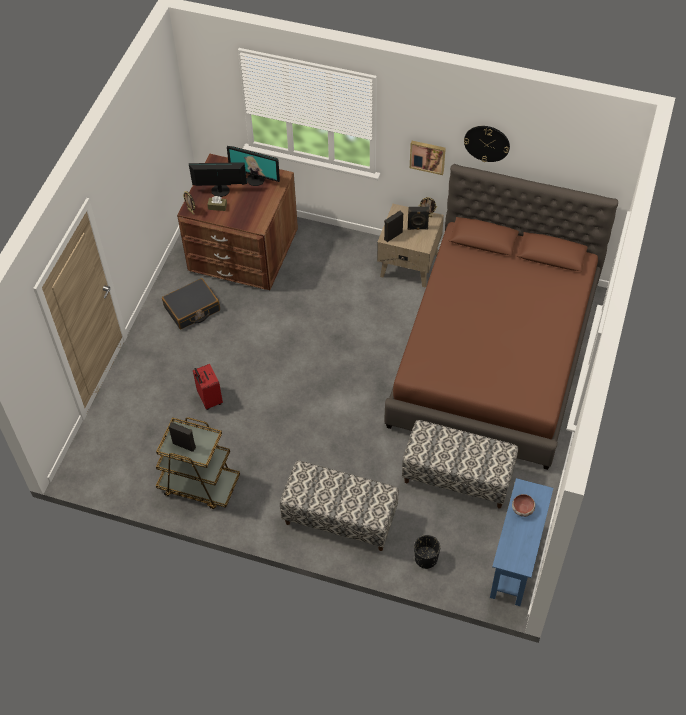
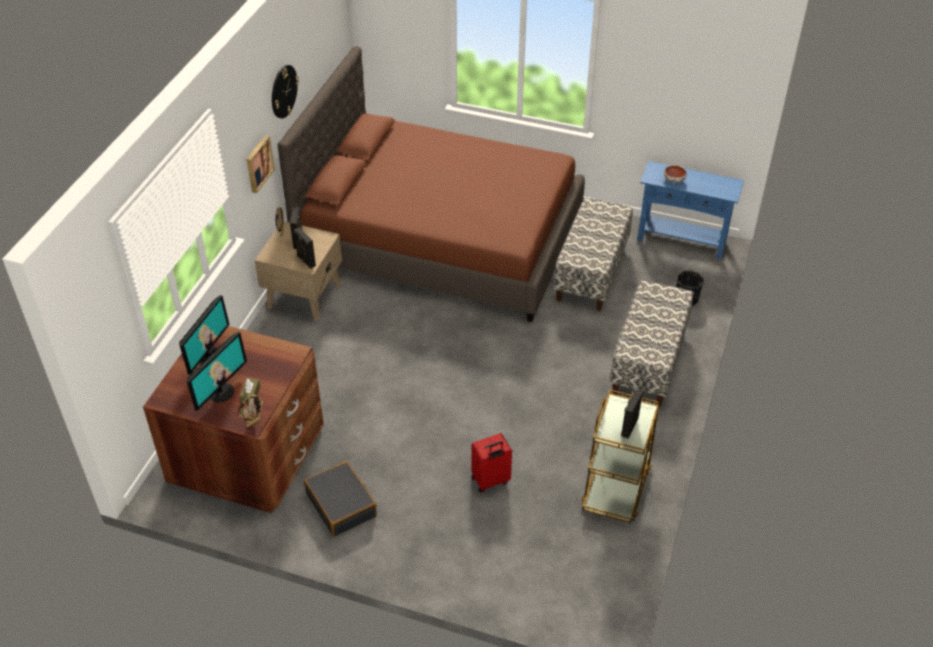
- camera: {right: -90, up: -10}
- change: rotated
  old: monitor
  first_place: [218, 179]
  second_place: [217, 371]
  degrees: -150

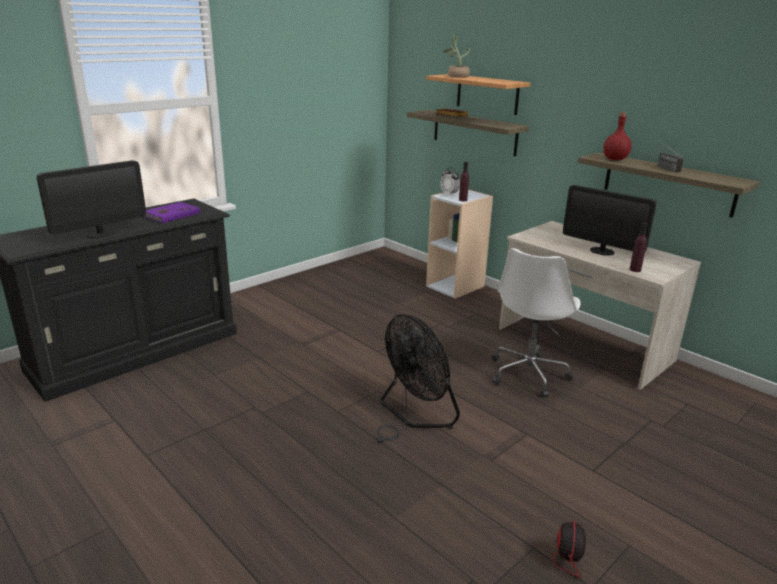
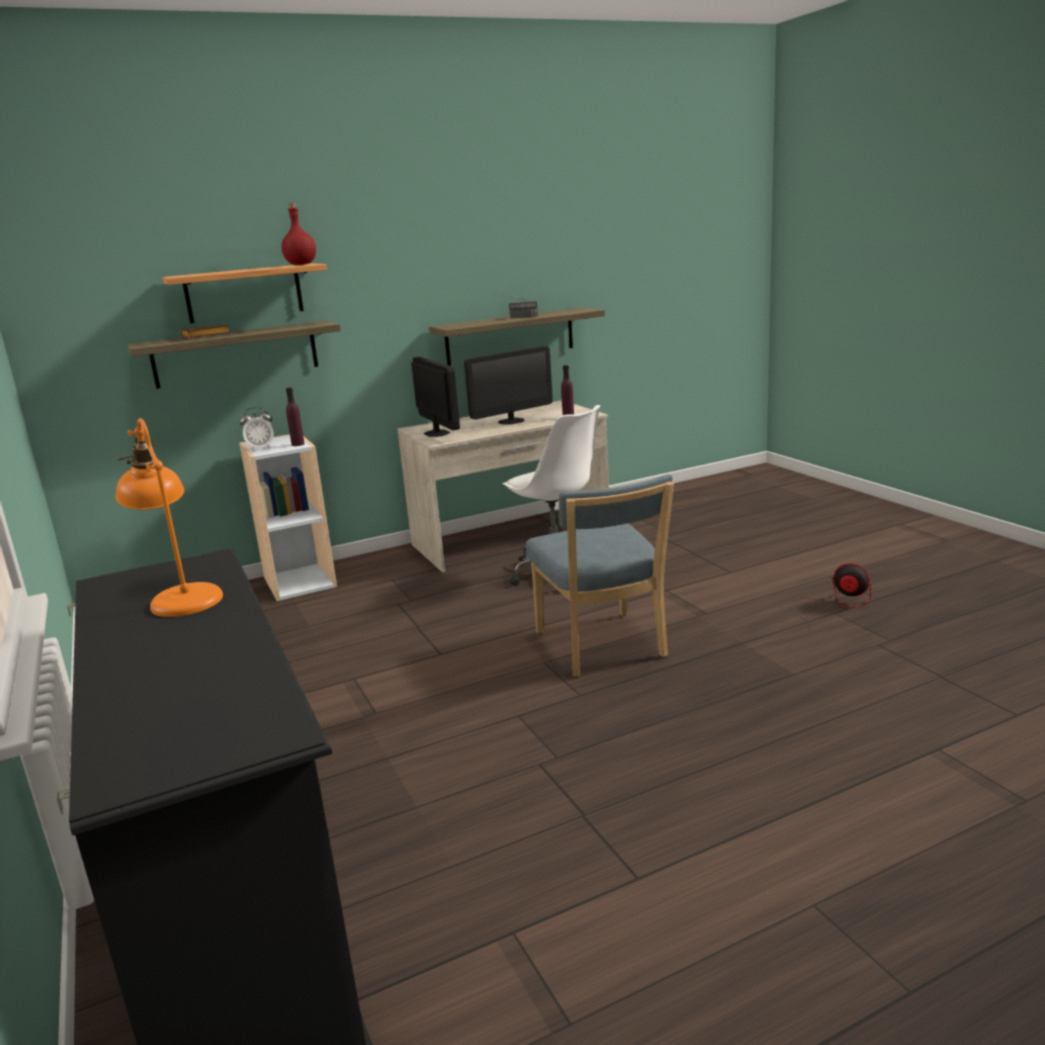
- camera: {right: -70, up: -5}
- change: swapped
  old: purple book
  new: orange table lamp
  first_place: [172, 212]
  second_place: [169, 517]
- change: shifted
  old: red bottle
  first_place: [617, 136]
  second_place: [299, 234]
- change: shifted
  old: monitor
  first_place: [91, 199]
  second_place: [435, 397]
- change: swapped
  old: black fan
  new: blue chair
  first_place: [417, 378]
  second_place: [600, 575]
- change: gone
  old: potted plant
  first_place: [457, 56]

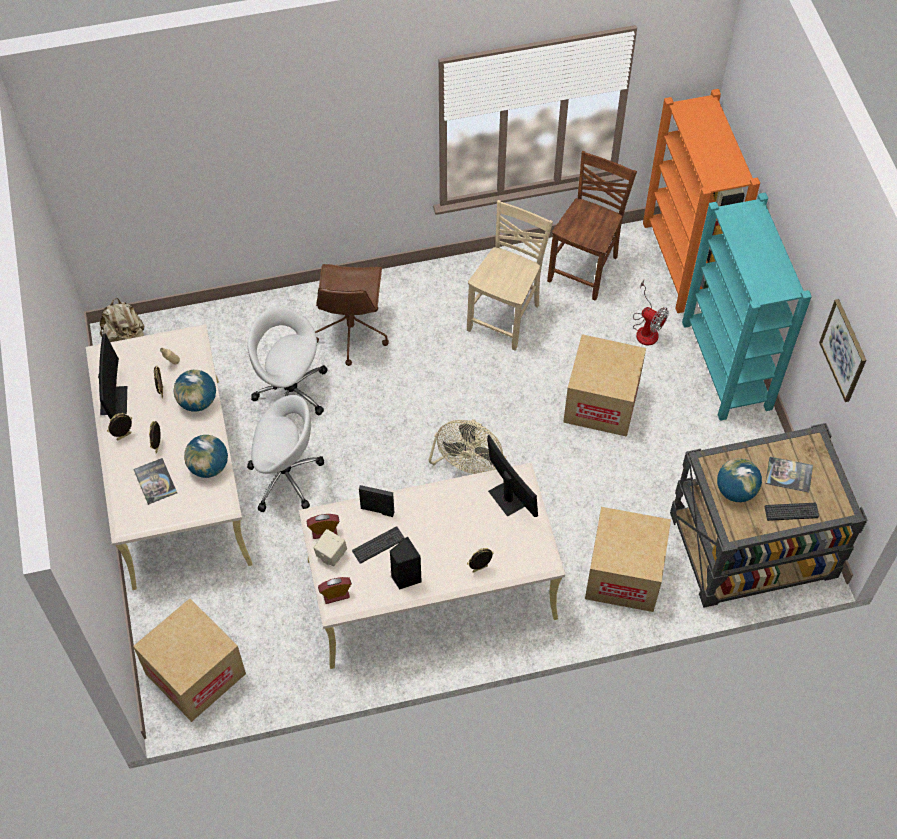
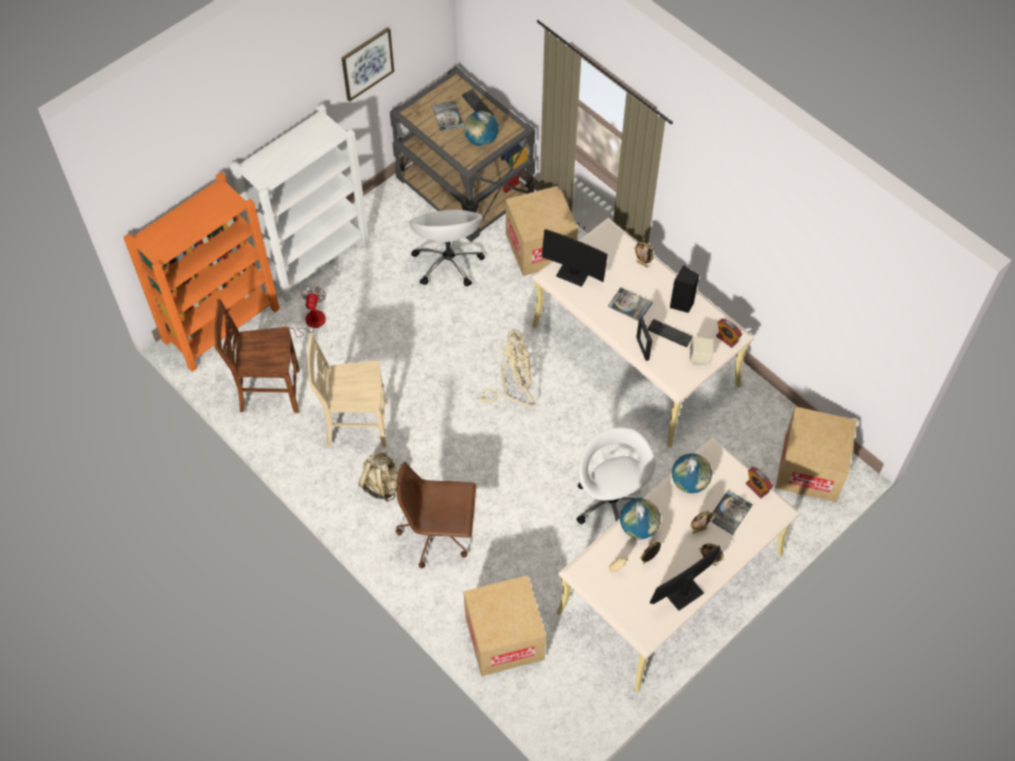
- camera: {right: -120, up: 0}
- change: repainted
  old: turquoise bookcase
  new: white bookcase
  first_place: [747, 307]
  second_place: [300, 203]
- change: shifted
  old: beige backpack
  first_place: [122, 320]
  second_place: [378, 476]
- change: rotated
  old: brown office chair
  first_place: [352, 315]
  second_place: [436, 515]
  degrees: -150
- change: shifted
  old: white office chair
  first_place: [287, 360]
  second_place: [447, 248]
- change: shifted
  old: cardboard box
  first_place: [604, 385]
  second_place: [504, 625]
- change: rotated
  old: monitor
  first_place: [512, 476]
  second_place: [575, 258]
  degrees: -90
- change: new
  new: book
  second_place: [630, 304]
- change: shifted
  old: alarm clock
  first_place: [323, 526]
  second_place: [759, 482]

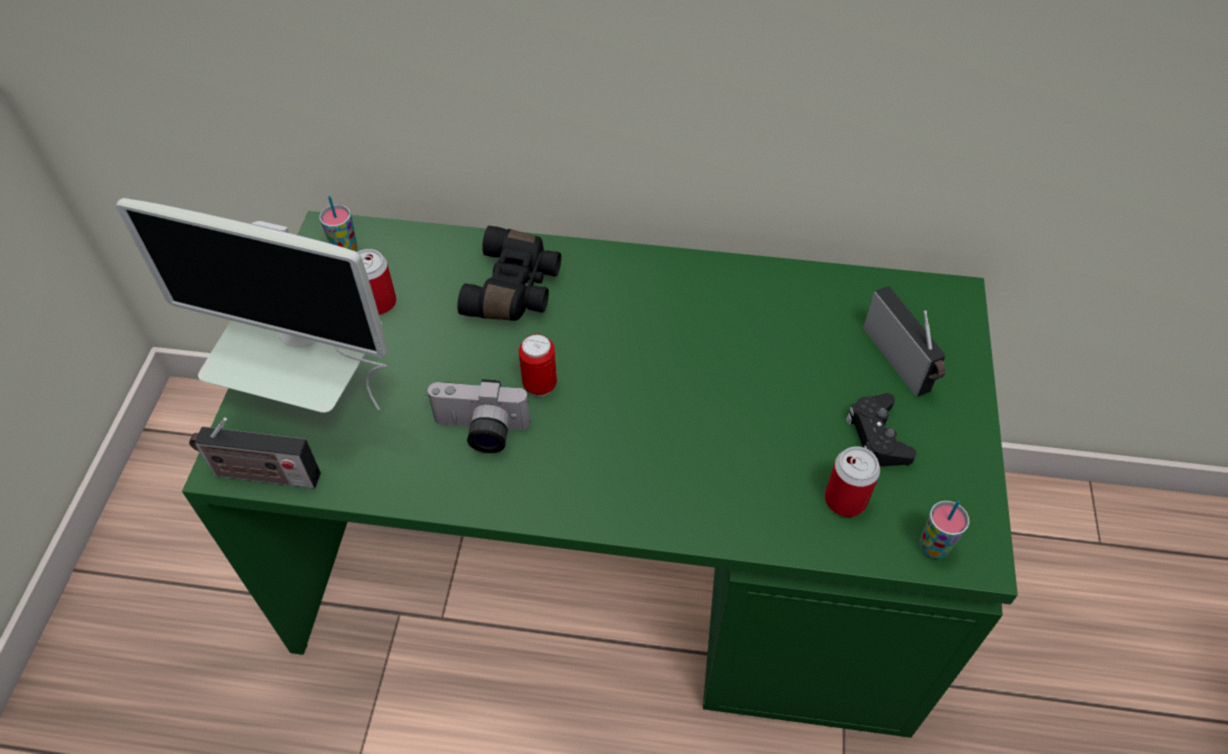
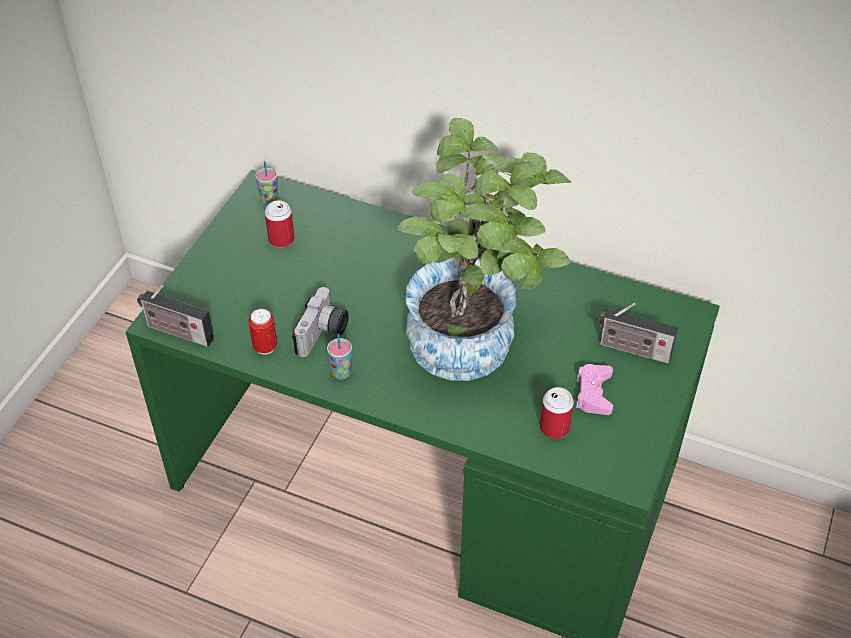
- camera: {right: 15, up: -5}
- change: shifted
  old: can
  first_place: [538, 365]
  second_place: [262, 331]
- change: rotated
  old: photo camera
  first_place: [478, 416]
  second_place: [320, 322]
  degrees: -90
- change: shifted
  old: cup
  first_place: [945, 529]
  second_place: [339, 357]
- change: new
  new: potted plant
  second_place: [484, 249]
- change: repainted
  old: black game controller
  new: pink game controller
  first_place: [881, 429]
  second_place: [594, 389]
- change: rotated
  old: radio
  first_place: [904, 341]
  second_place: [637, 333]
  degrees: 120
- change: gone
  old: monitor
  first_place: [252, 305]
- change: gone
  old: black binoculars
  first_place: [509, 273]

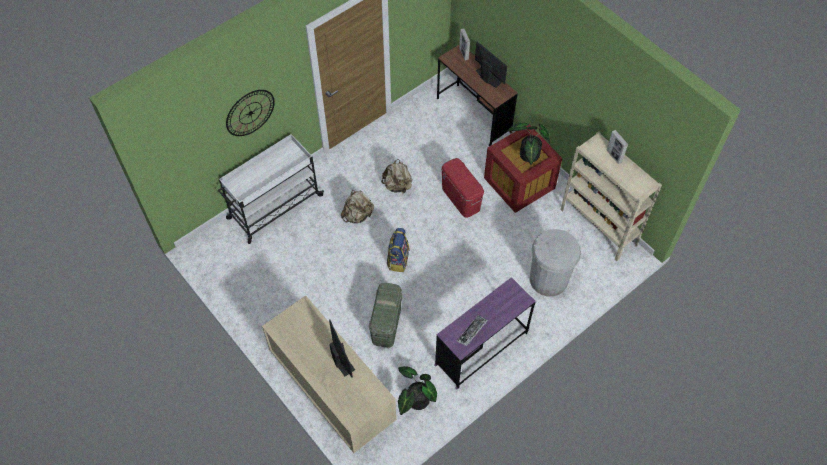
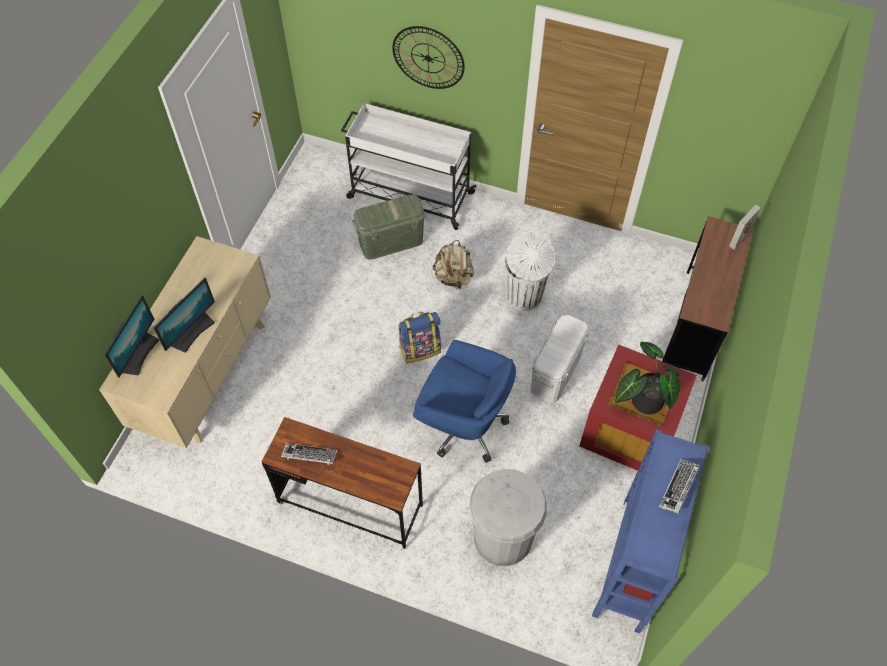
- camera: {right: 60, up: 0}
- change: shifted
  old: monitor
  first_place: [491, 64]
  second_place: [132, 336]
- change: repainted
  old: purple desk
  new: brown desk
  first_place: [484, 333]
  second_place: [342, 483]
- change: shifted
  old: green storage box
  first_place: [385, 315]
  second_place: [389, 227]
- change: new
  new: blue office chair
  second_place: [464, 401]
- change: swapped
  old: beige backpack
  new: white trash can
  first_place: [397, 176]
  second_place: [529, 271]
- change: repainted
  old: red storage box
  new: white storage box
  first_place: [462, 188]
  second_place: [560, 358]
- change: repainted
  old: beige bookcase
  new: blue bookcase
  first_place: [611, 196]
  second_place: [650, 531]
- change: swapped
  old: picture frame
  new: keyboard
  first_place: [617, 147]
  second_place: [679, 486]
- change: gone
  old: potted plant
  first_place: [417, 390]

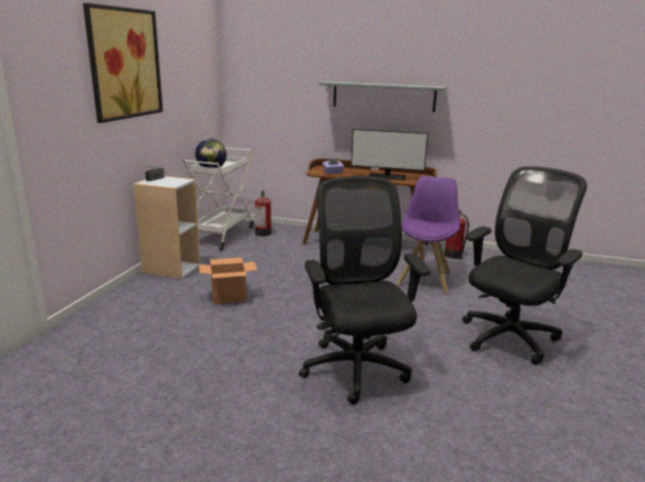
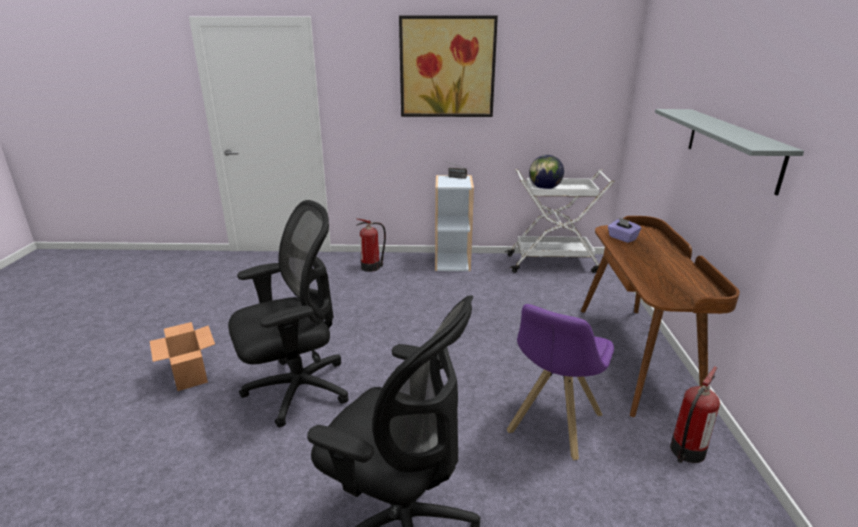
- camera: {right: 75, up: 5}
- change: shifted
  old: cardboard box
  first_place: [228, 280]
  second_place: [182, 356]
- change: shifted
  old: fire extinguisher
  first_place: [263, 213]
  second_place: [371, 245]
- change: rotated
  old: purple chair
  first_place: [428, 235]
  second_place: [560, 382]
  degrees: 120
- change: gone
  old: monitor
  first_place: [389, 154]

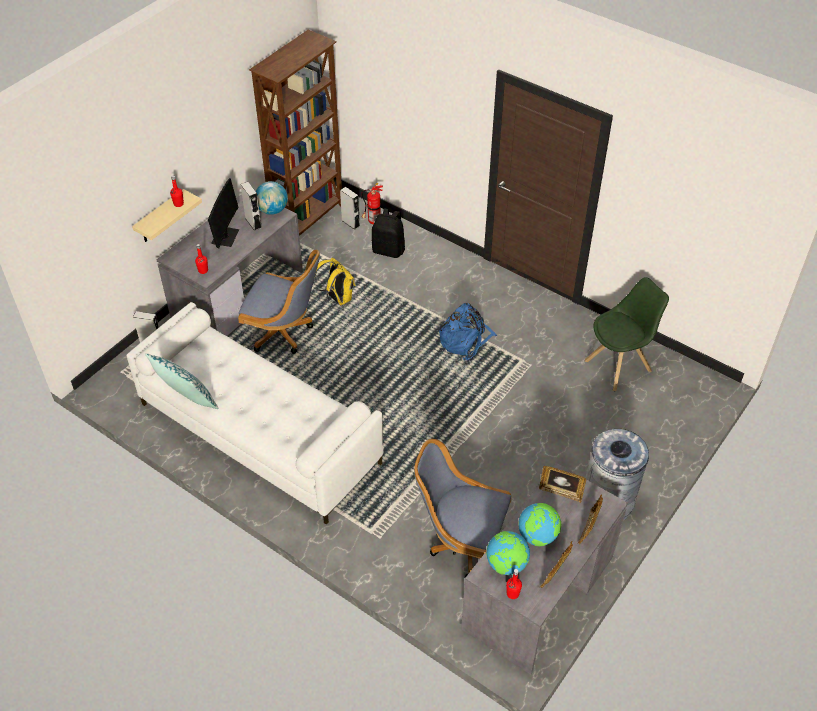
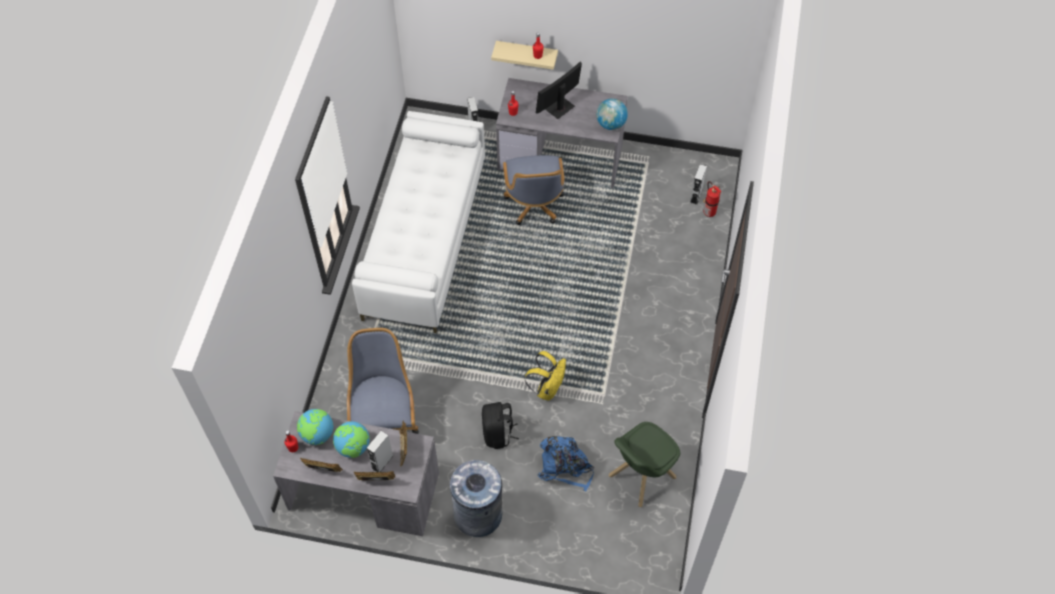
- camera: {right: 65, up: 10}
- change: shifted
  old: grey speaker
  first_place: [251, 206]
  second_place: [380, 451]
- change: shifted
  old: black backpack
  first_place: [388, 233]
  second_place: [500, 425]
- change: shifted
  old: yellow backpack
  first_place: [334, 281]
  second_place: [545, 375]
- change: rotated
  old: monitor
  first_place: [223, 213]
  second_place: [559, 90]
  degrees: 150
- change: shifted
  old: blue backpack
  first_place: [468, 332]
  second_place: [566, 463]
- change: rotated
  old: green chair
  first_place: [627, 334]
  second_place: [644, 464]
  degrees: 105
- change: gone
  old: pillow
  first_place: [182, 381]
- change: gone
  old: brown bookcase
  first_place: [295, 132]

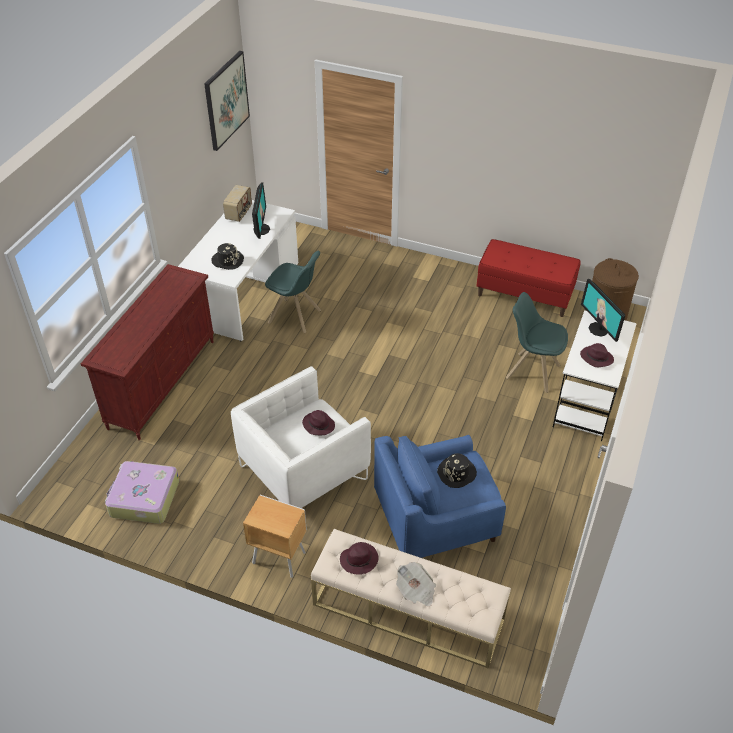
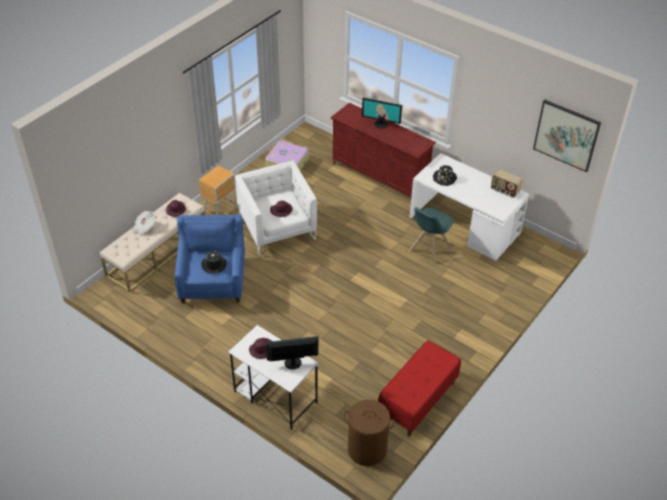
- camera: {right: 105, up: 0}
- change: shifted
  old: monitor
  first_place: [261, 210]
  second_place: [382, 113]
- change: gone
  old: turquoise chair
  first_place: [537, 342]

